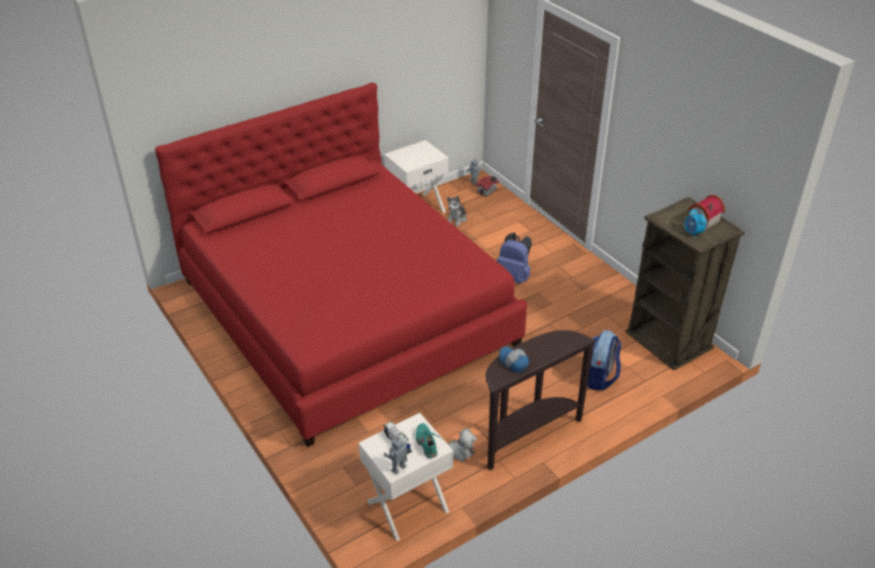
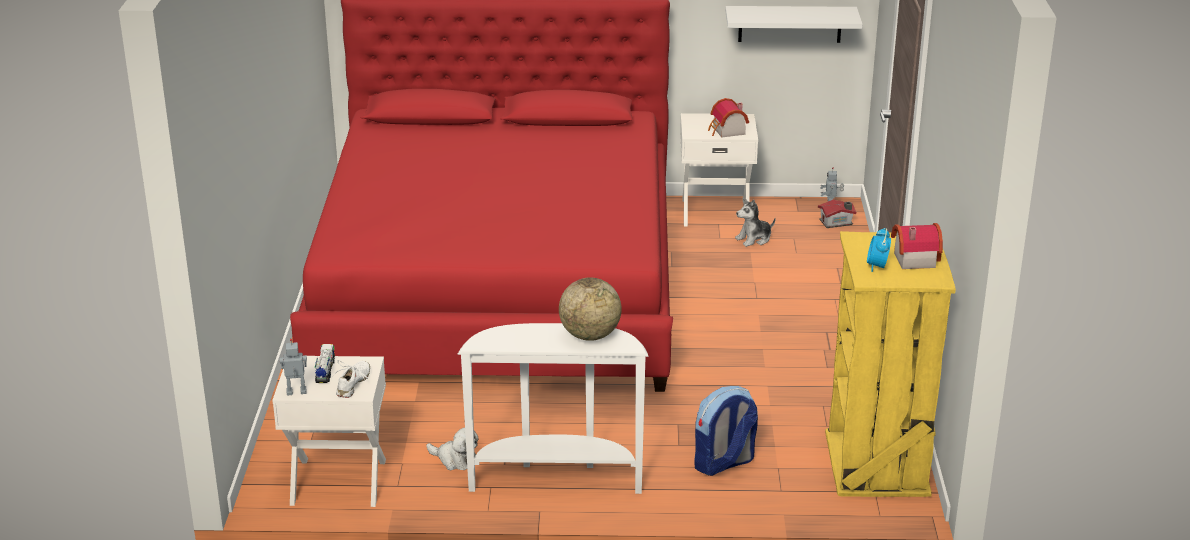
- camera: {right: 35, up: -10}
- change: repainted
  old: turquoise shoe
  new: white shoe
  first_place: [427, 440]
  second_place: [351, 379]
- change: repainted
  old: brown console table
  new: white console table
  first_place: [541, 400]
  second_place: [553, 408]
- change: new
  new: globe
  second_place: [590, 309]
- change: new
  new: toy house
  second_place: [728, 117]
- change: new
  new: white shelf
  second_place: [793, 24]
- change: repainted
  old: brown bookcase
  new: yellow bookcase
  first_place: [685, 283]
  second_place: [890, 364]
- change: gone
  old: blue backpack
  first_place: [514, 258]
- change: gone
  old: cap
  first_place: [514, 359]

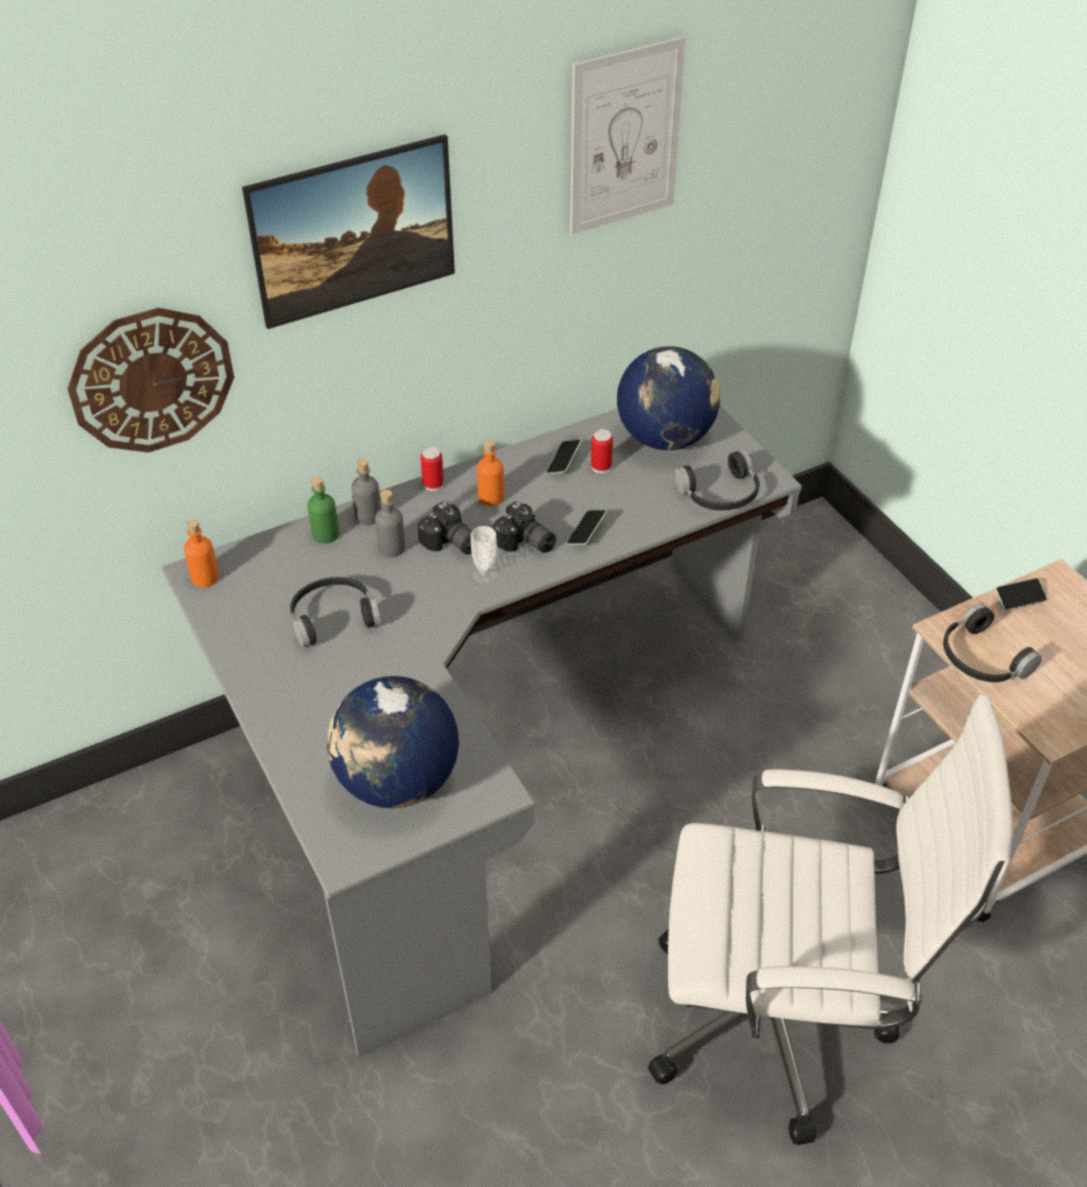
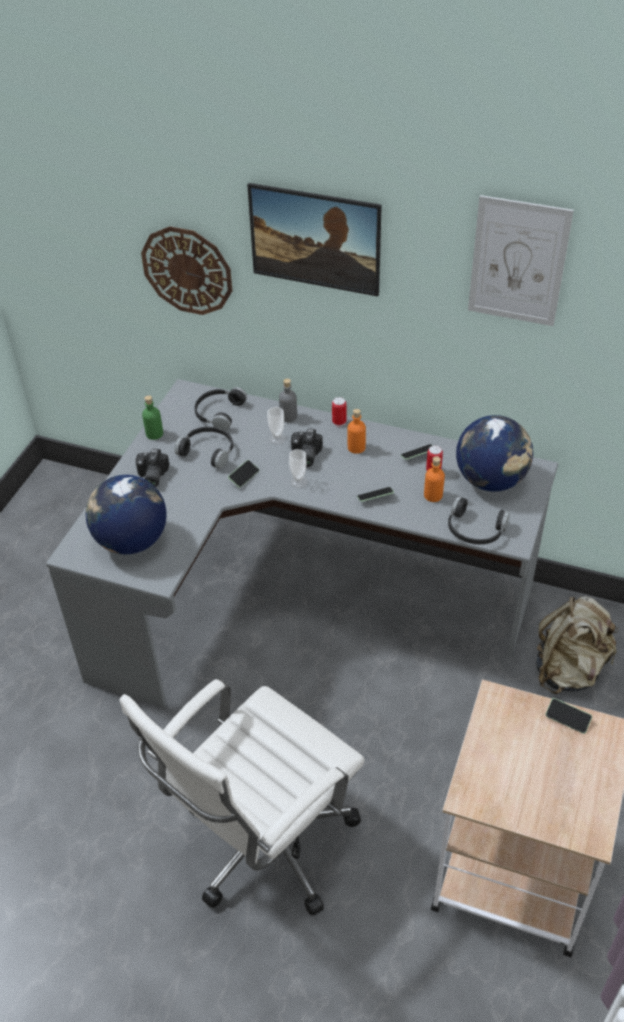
- camera: {right: 50, up: 0}
- change: rotated
  old: white office chair
  first_place: [830, 919]
  second_place: [242, 797]
  degrees: 75
- change: shifted
  old: photo camera
  first_place: [524, 527]
  second_place: [152, 468]
- change: shifted
  old: green bottle
  first_place: [323, 510]
  second_place: [152, 417]
- change: shifted
  old: black headphones
  first_place: [992, 643]
  second_place: [221, 409]
- change: new
  new: phone
  second_place: [243, 474]
- change: swapped
  old: grey bottle
  new: cup
  first_place: [390, 523]
  second_place: [276, 426]
- change: shifted
  old: orange bottle
  first_place: [201, 553]
  second_place: [434, 479]
- change: new
  new: beige backpack
  second_place: [577, 645]

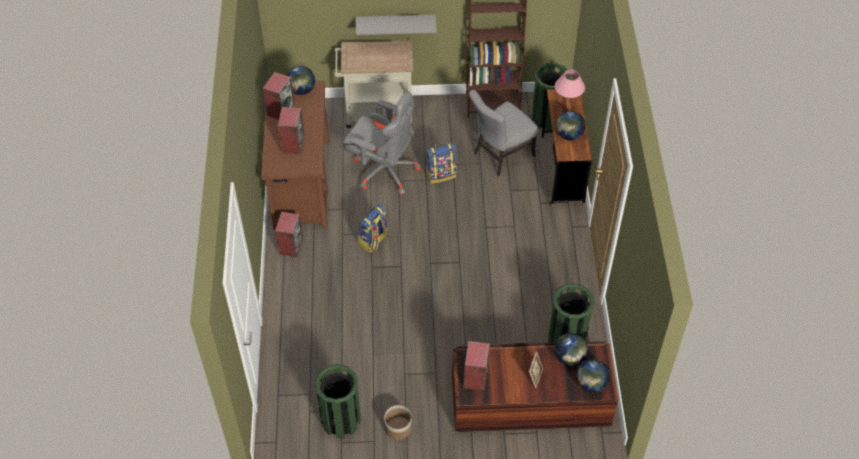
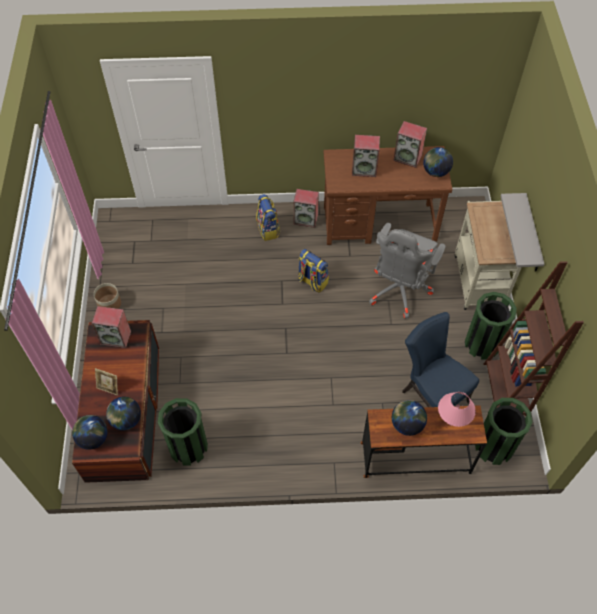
- camera: {right: 90, up: 5}
- change: shifted
  old: backpack
  first_place: [441, 163]
  second_place: [268, 217]
- change: repainted
  old: grey chair
  new: blue chair
  first_place: [504, 133]
  second_place: [440, 359]
- change: shifted
  old: green trash can
  first_place: [337, 401]
  second_place: [491, 325]

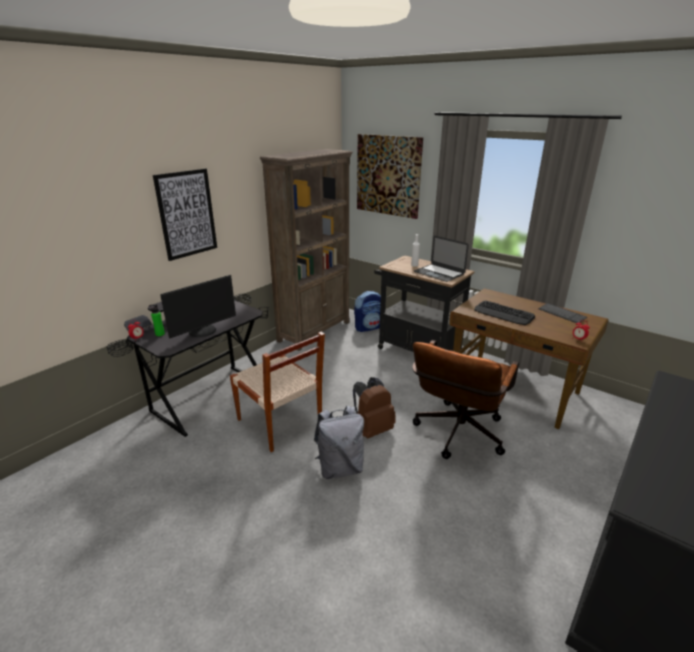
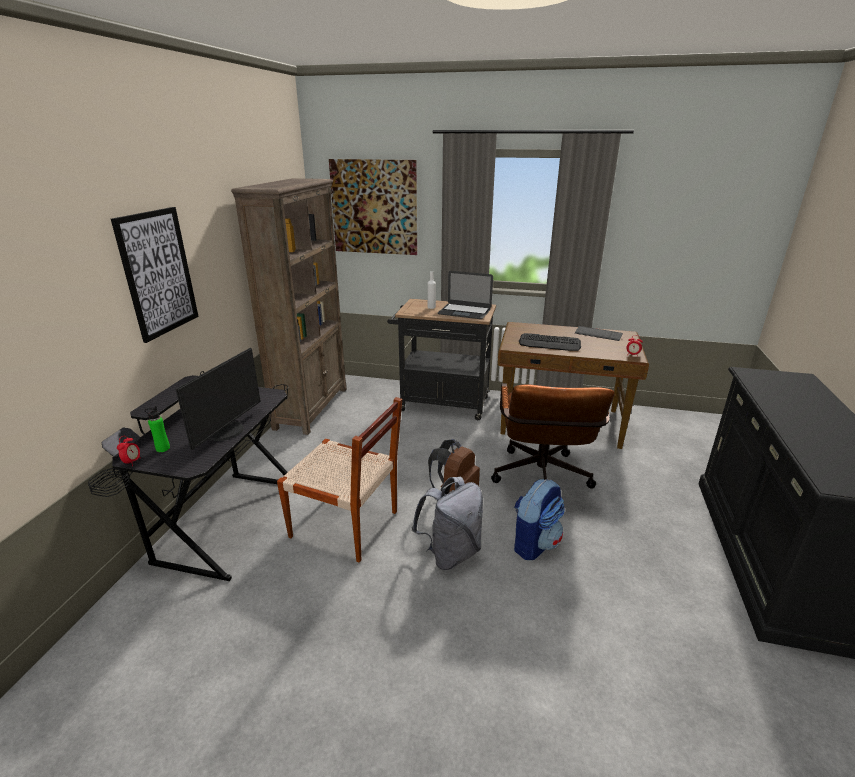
- camera: {right: -25, up: 0}
- change: shifted
  old: backpack
  first_place: [367, 311]
  second_place: [539, 519]

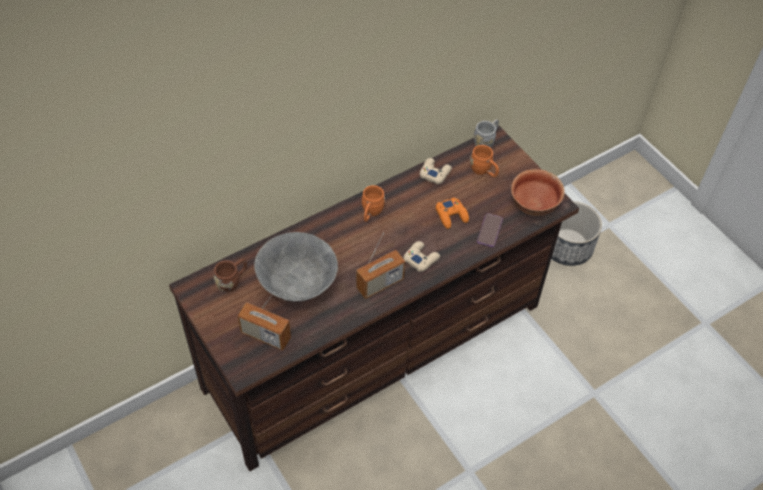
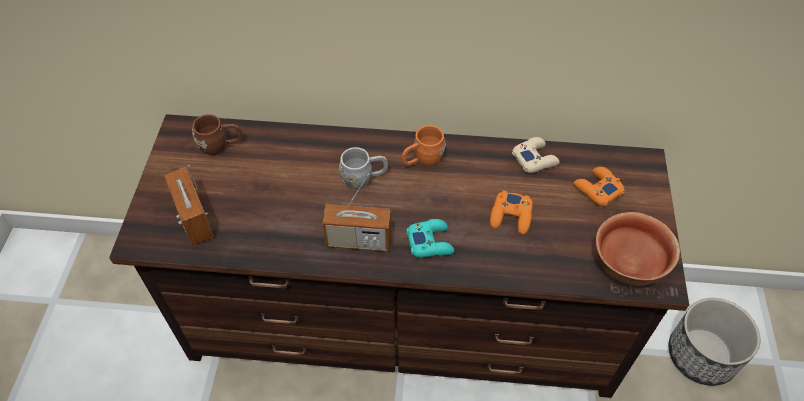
- camera: {right: 40, up: 0}
- change: shifted
  old: grey mug
  first_place: [486, 133]
  second_place: [363, 168]
- change: repainted
  old: beige game controller
  new: turquoise game controller
  first_place: [422, 256]
  second_place: [430, 238]
- change: swapped
  old: orange mug
  new: orange game controller
  first_place: [484, 161]
  second_place: [599, 186]
- change: gone
  old: grey bowl
  first_place: [296, 267]
- change: gone
  old: phone
  first_place: [490, 230]

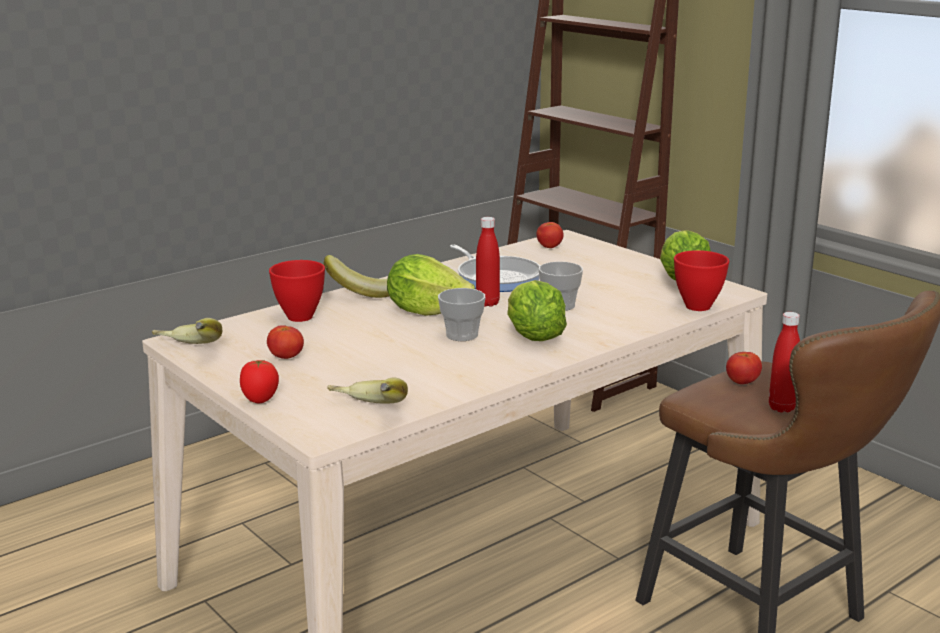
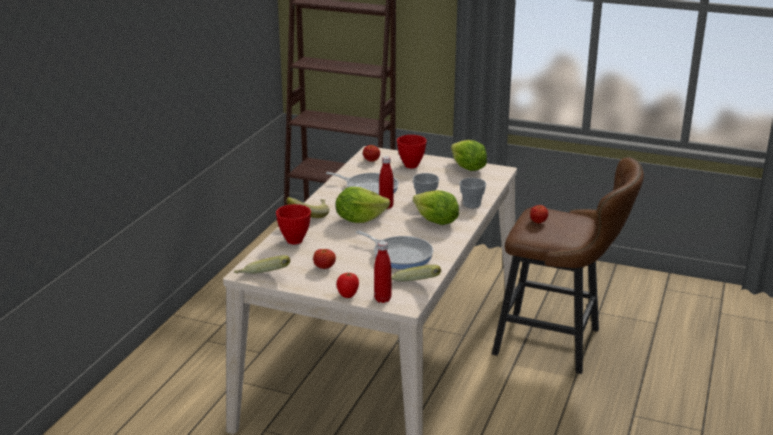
- camera: {right: -30, up: 5}
- change: new
  new: frying pan
  second_place: [394, 250]
- change: shifted
  old: red bottle
  first_place: [784, 362]
  second_place: [382, 272]
- change: shifted
  old: red bowl
  first_place: [701, 280]
  second_place: [412, 151]
- change: shifted
  old: cup
  first_place: [461, 314]
  second_place: [473, 193]

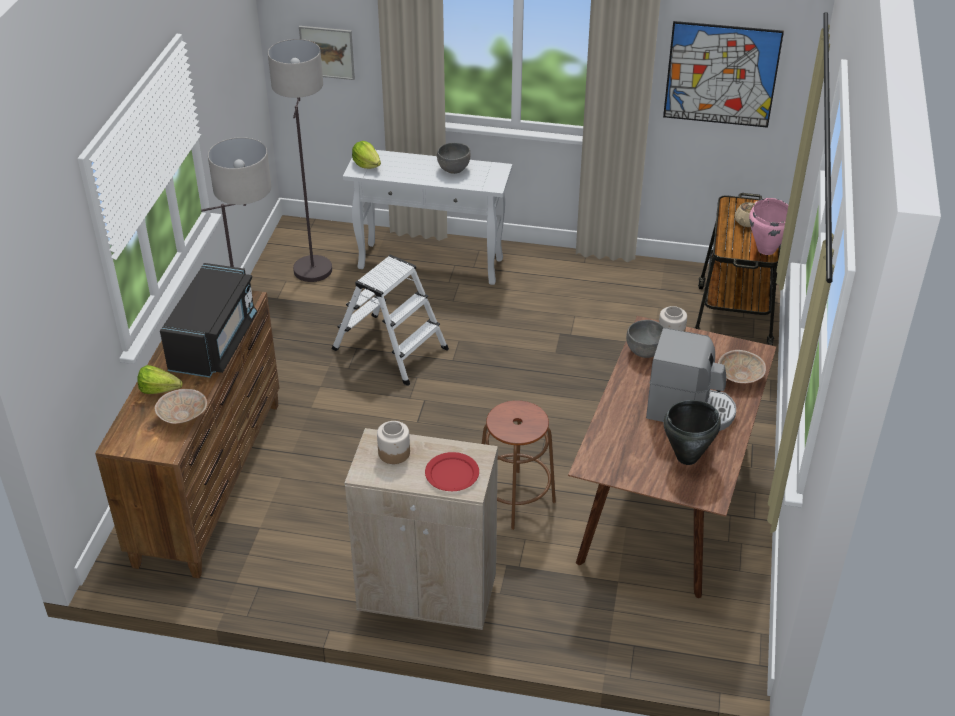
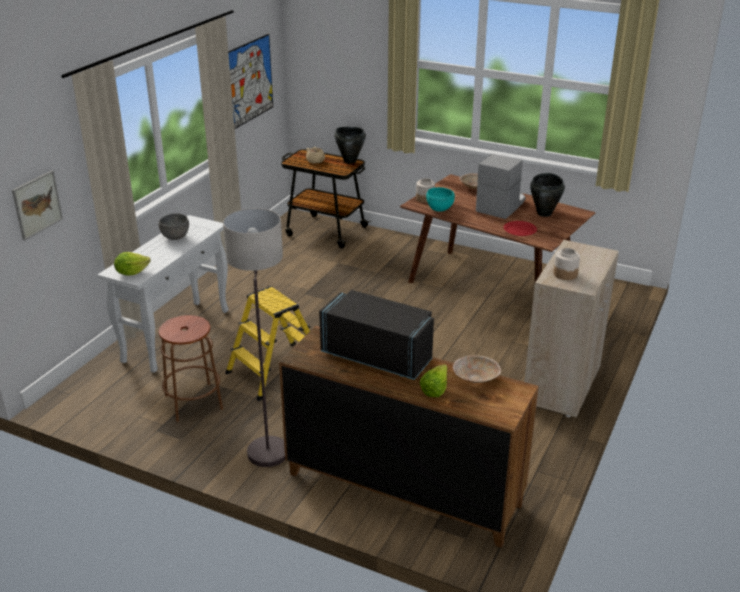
- camera: {right: -75, up: -10}
- change: shifted
  old: brown stool
  first_place: [519, 465]
  second_place: [191, 368]
- change: repainted
  old: white step ladder
  new: yellow step ladder
  first_place: [390, 320]
  second_place: [267, 343]
- change: repainted
  old: pink cooking pot
  new: black cooking pot
  first_place: [768, 226]
  second_place: [350, 145]
- change: repainted
  old: grey bowl
  new: turquoise bowl
  first_place: [645, 339]
  second_place: [440, 199]
- change: shifted
  old: red plate
  first_place: [452, 471]
  second_place: [520, 228]
- change: gone
  old: grey floor lamp
  first_place: [300, 160]

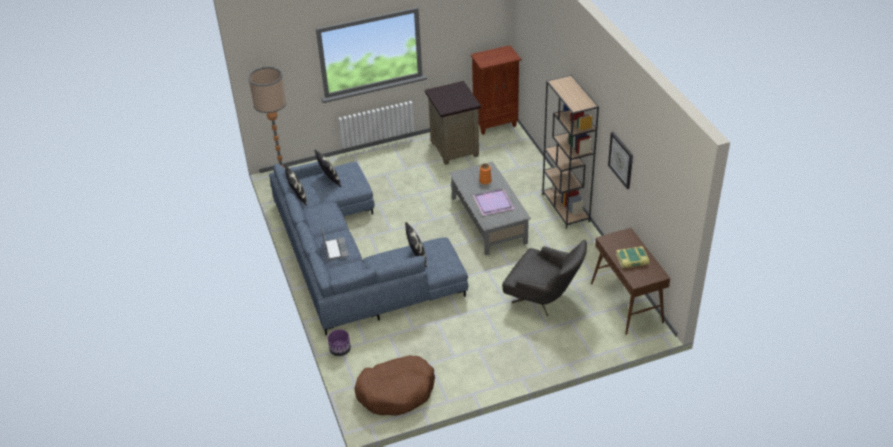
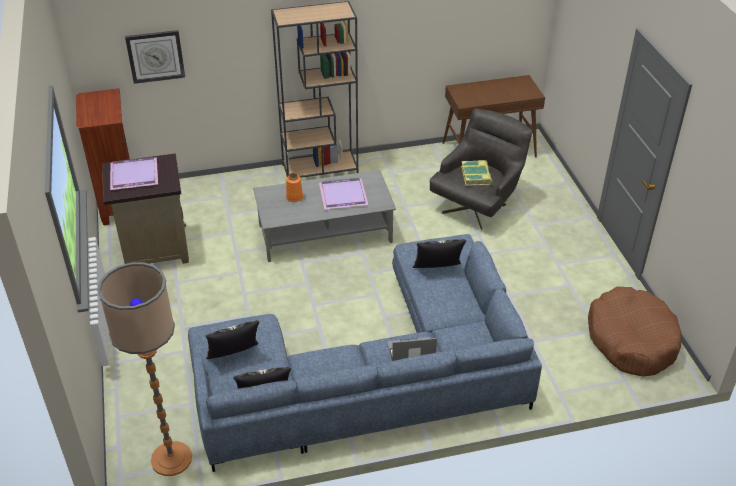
- camera: {right: -85, up: 0}
- change: new
  new: purple tray
  second_place: [134, 173]
- change: shifted
  old: wall clock
  first_place: [620, 160]
  second_place: [155, 57]
- change: shifted
  old: book
  first_place: [633, 257]
  second_place: [477, 173]
- change: gone
  old: purple planter
  first_place: [339, 342]

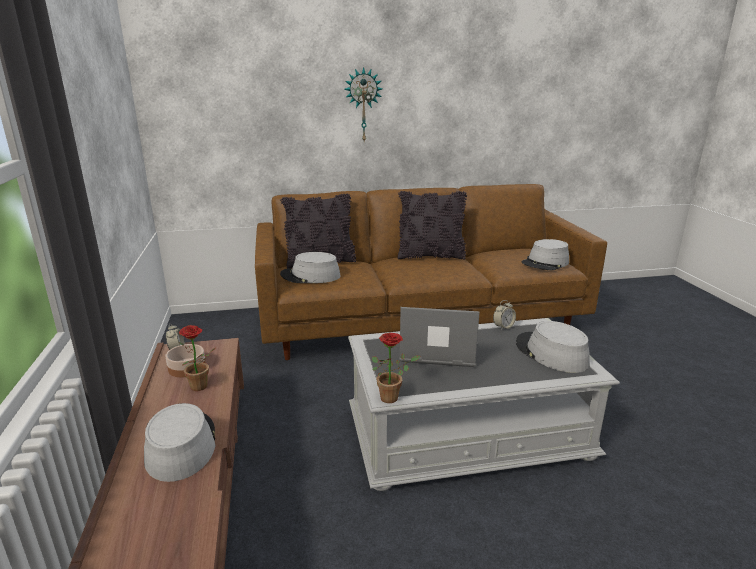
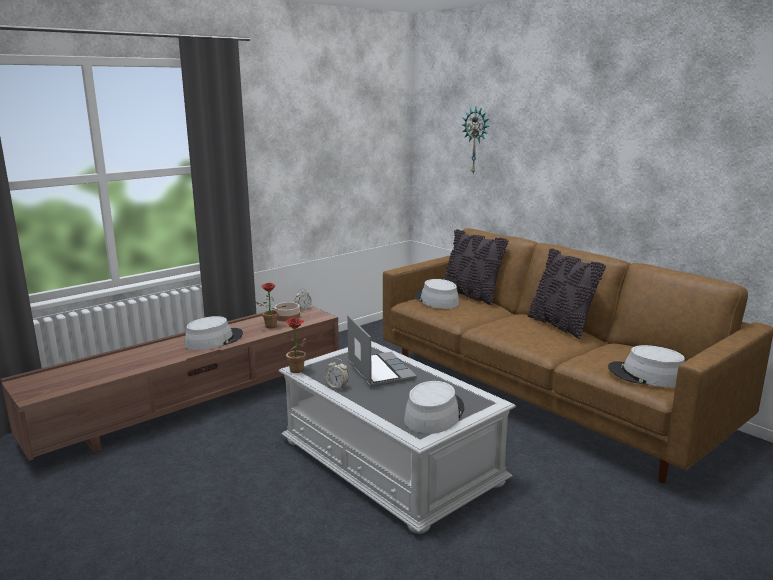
- camera: {right: 60, up: -5}
- change: shifted
  old: alarm clock
  first_place: [504, 315]
  second_place: [336, 374]
- change: shifted
  old: wall clock
  first_place: [363, 104]
  second_place: [476, 141]

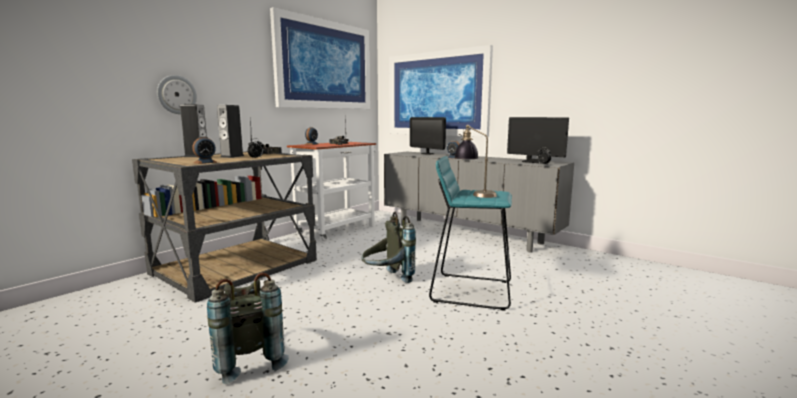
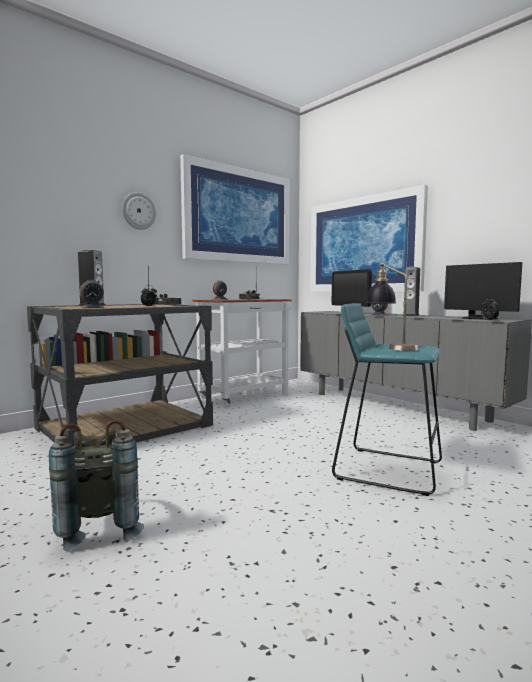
- camera: {right: 10, up: -5}
- change: shifted
  old: wall clock
  first_place: [177, 94]
  second_place: [139, 211]
- change: shifted
  old: speaker
  first_place: [230, 131]
  second_place: [411, 291]
- change: gone
  old: grey backpack
  first_place: [388, 247]

